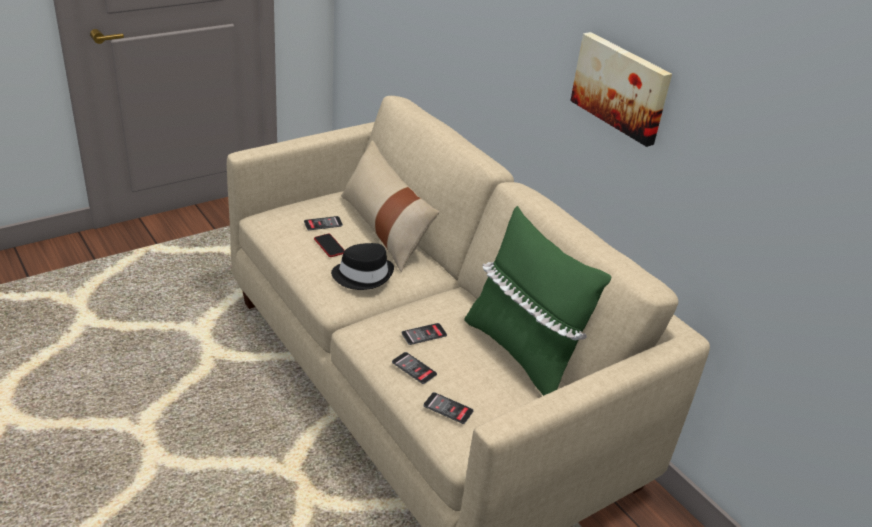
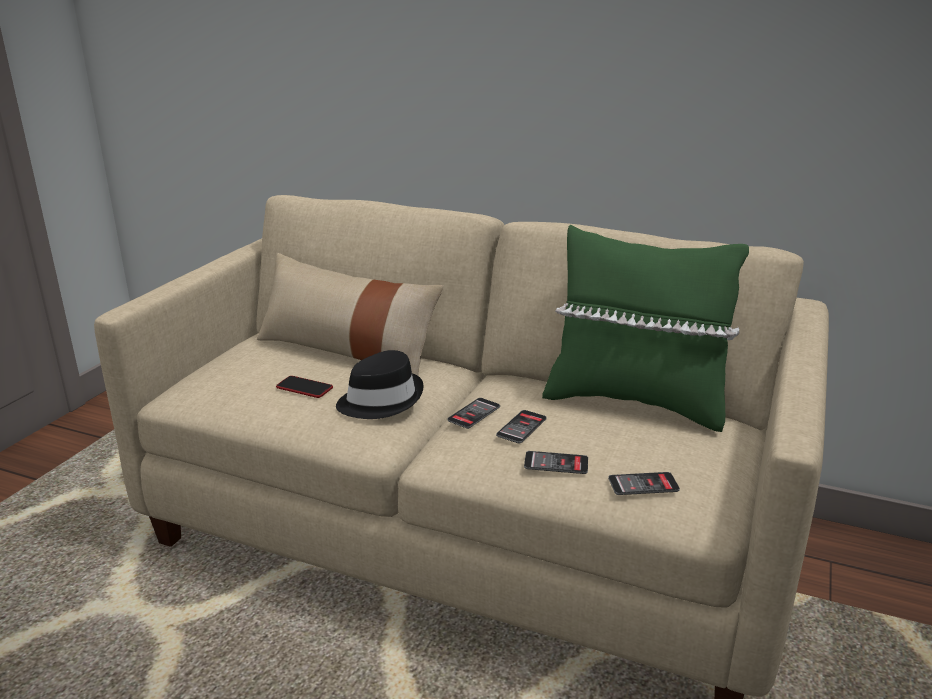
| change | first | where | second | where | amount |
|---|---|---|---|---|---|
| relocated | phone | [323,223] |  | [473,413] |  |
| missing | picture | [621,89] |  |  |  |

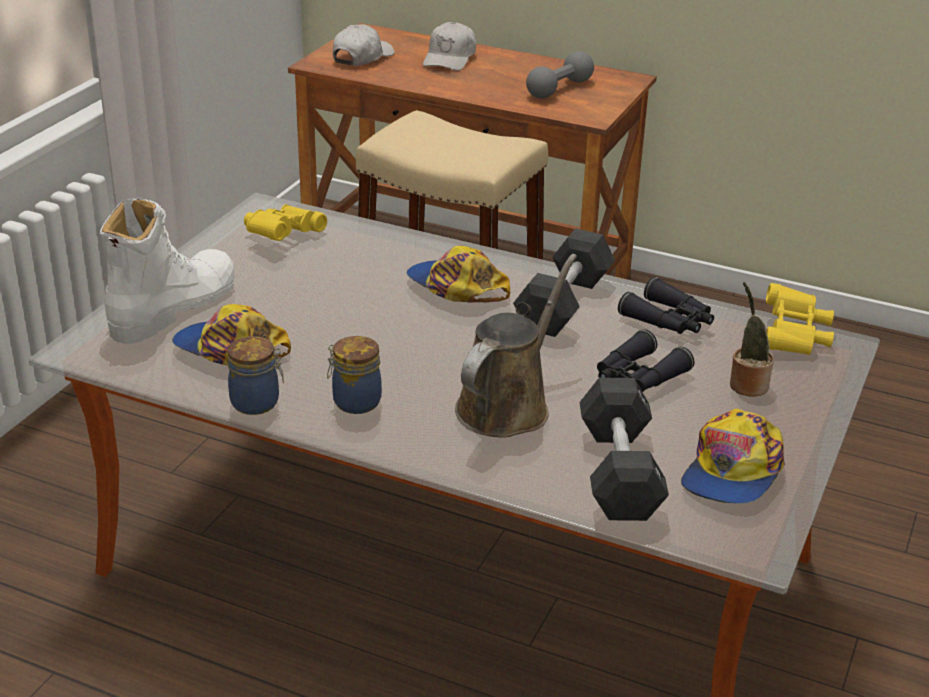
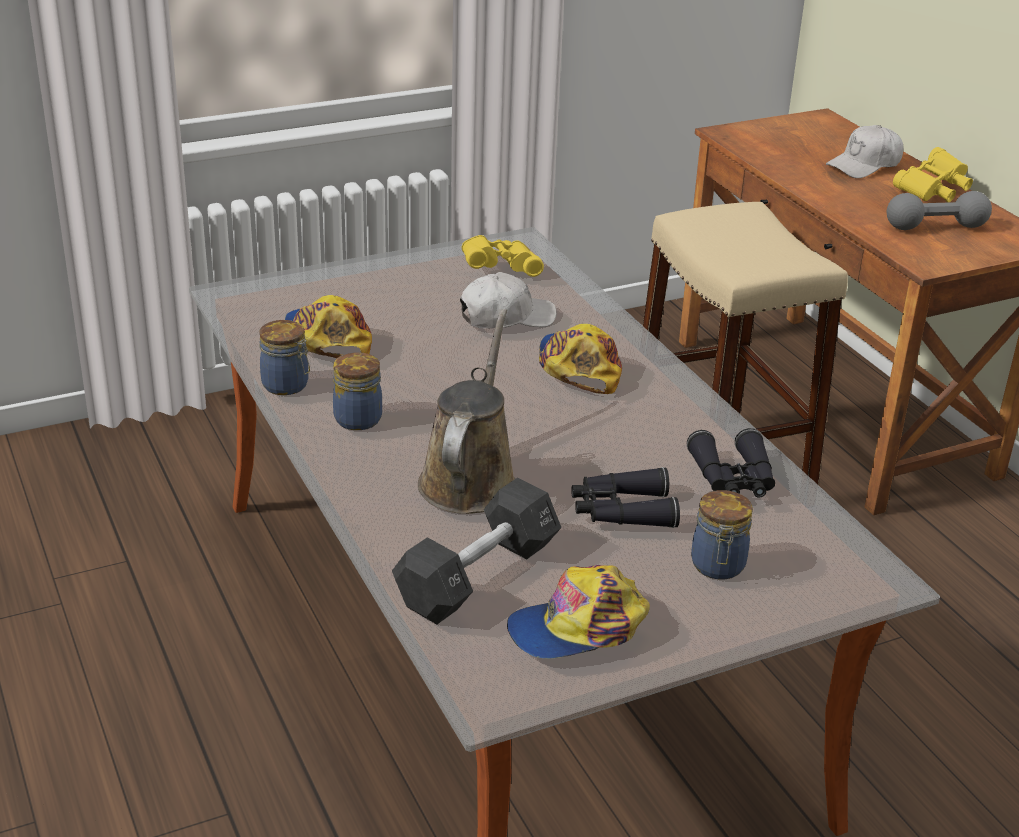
| change | first | where | second | where | amount |
|---|---|---|---|---|---|
| spun | brown watering can | [516,346] |  | [466,411] | 60 degrees counterclockwise |
| relocated | white cap | [364,45] |  | [508,300] |  |
| exchanged | potted plant | [752,339] | jar | [722,534] |  |
| relocated | yellow binoculars | [800,319] |  | [933,175] |  |
| missing | white boot | [167,270] |  |  |  |
| missing | black dumbbell | [564,282] |  |  |  |

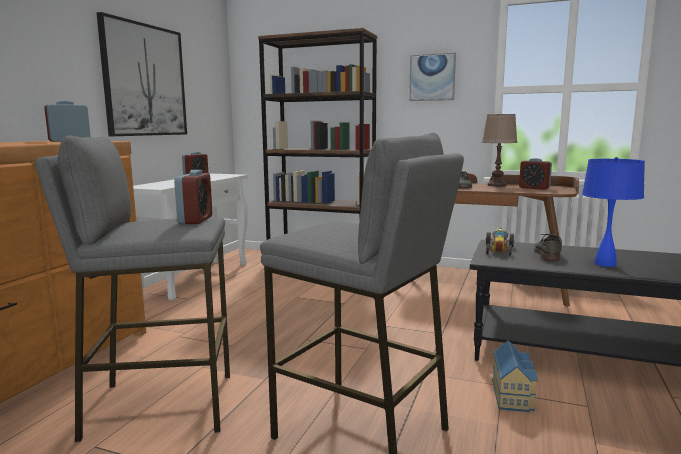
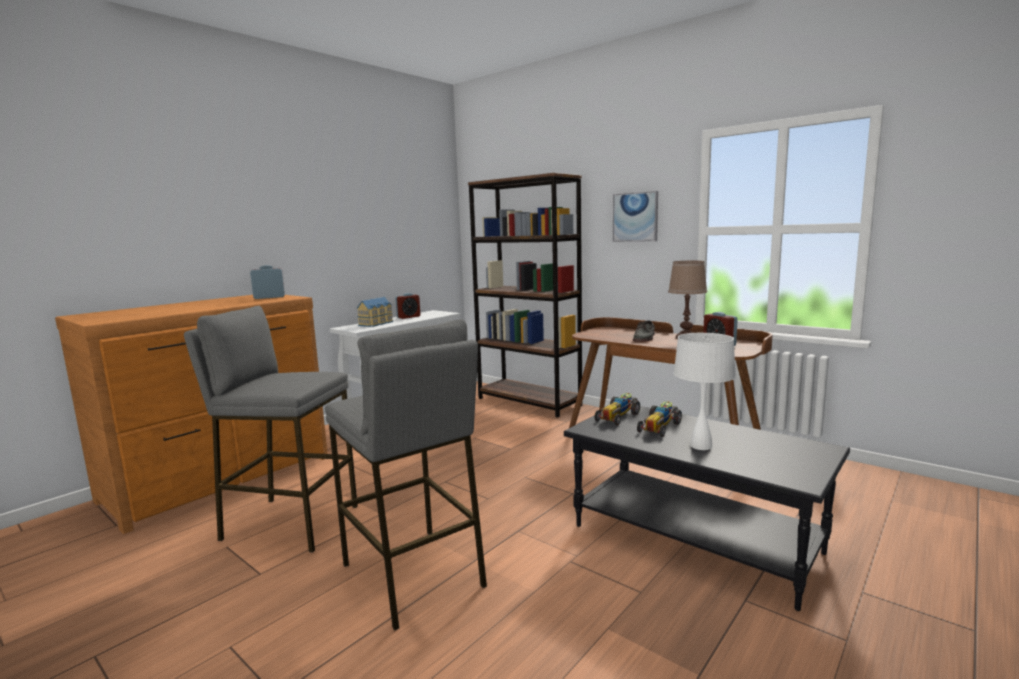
| change | first | where | second | where | amount |
|---|---|---|---|---|---|
| relocated | toy house | [514,376] |  | [375,312] |  |
| exchanged | grey shoe | [548,247] | toy car | [659,419] |  |
| colour | blue table lamp | [613,212] | white table lamp | [704,391] |  |
| missing | picture | [142,74] |  |  |  |
| missing | alarm clock | [193,197] |  |  |  |

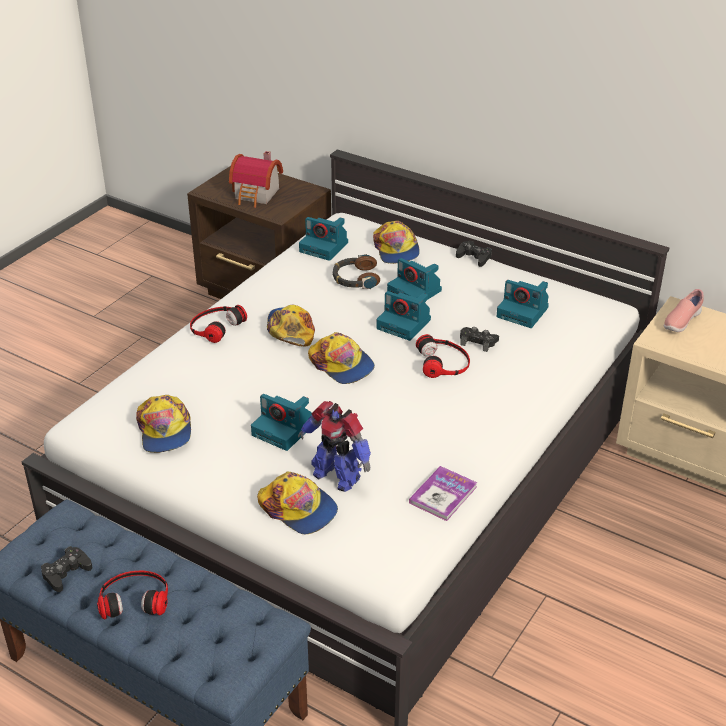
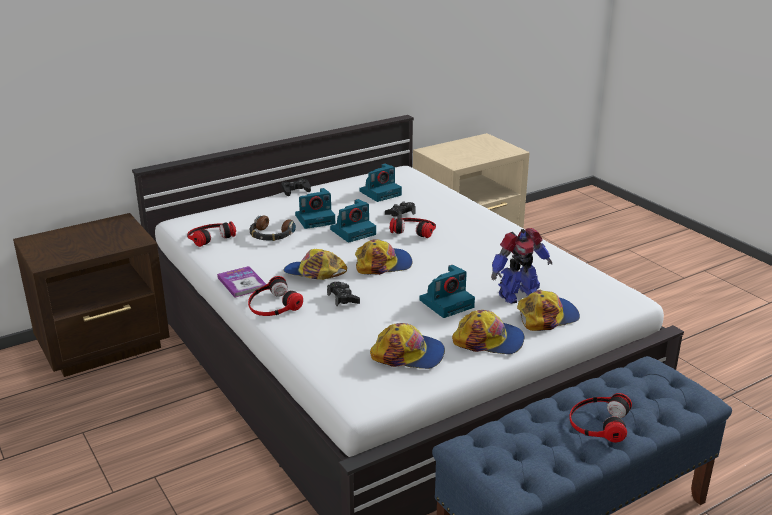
| change | first | where | second | where | amount |
|---|---|---|---|---|---|
| exchanged | photo camera | [323,239] | headphones | [211,234] |  |
| relocated | book | [443,493] |  | [242,282] |  |
| relocated | black game controller | [66,569] |  | [343,294] |  |
| relocated | cap | [396,242] |  | [488,332] |  |
| missing | toy house | [256,179] |  |  |  |
| missing | pink shoe | [684,310] |  |  |  |

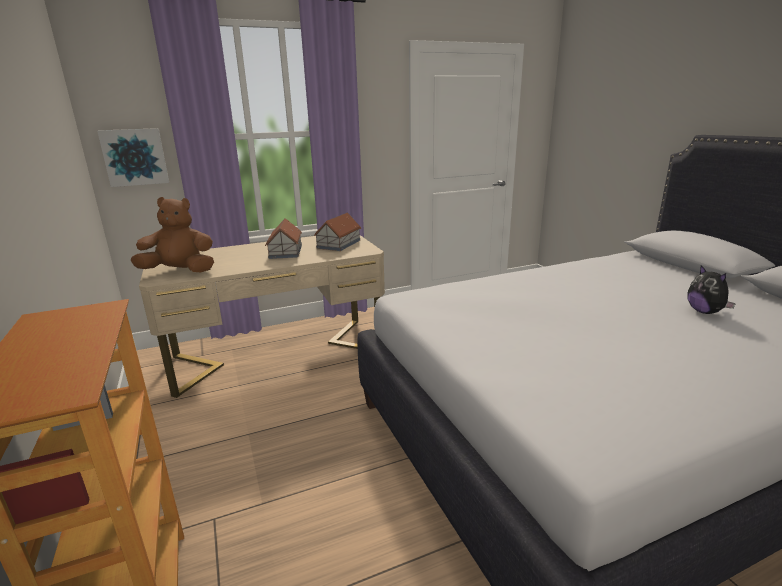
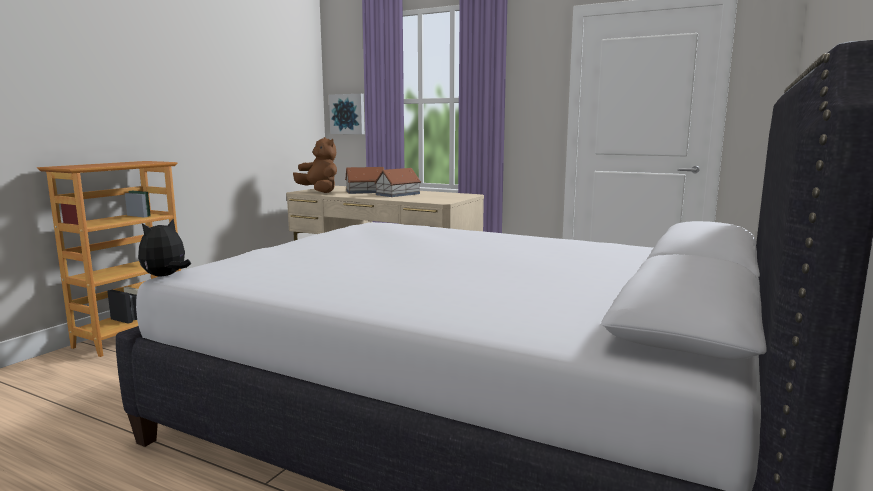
| change | first | where | second | where | amount |
|---|---|---|---|---|---|
| relocated | plush toy | [712,289] |  | [164,248] |  |
| relocated | toy house | [337,231] |  | [364,180] |  |

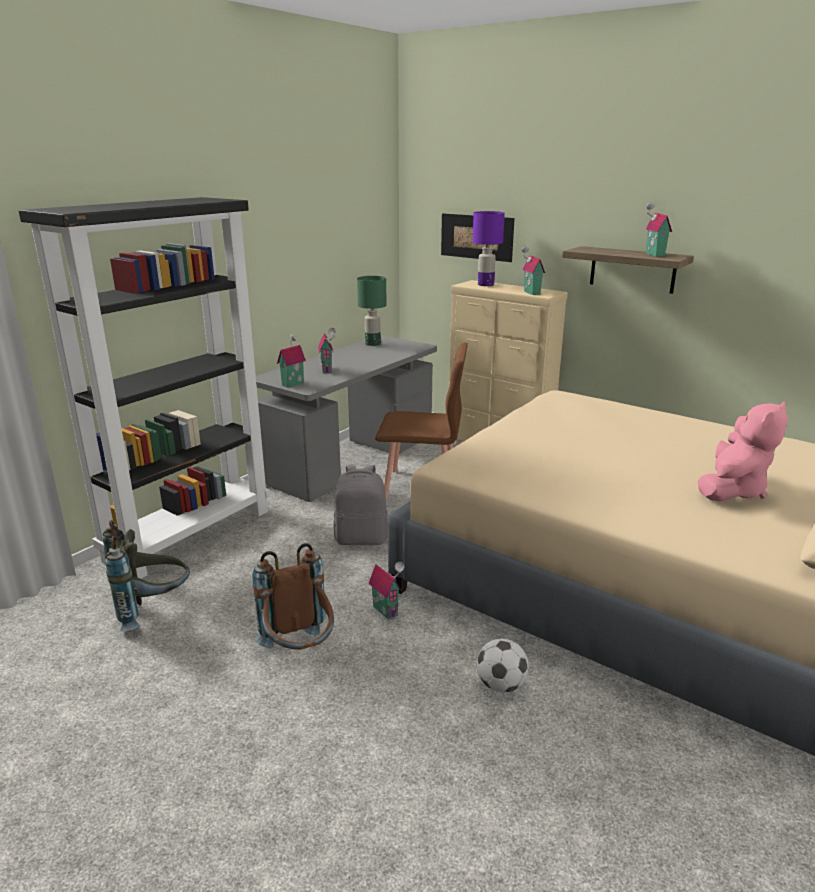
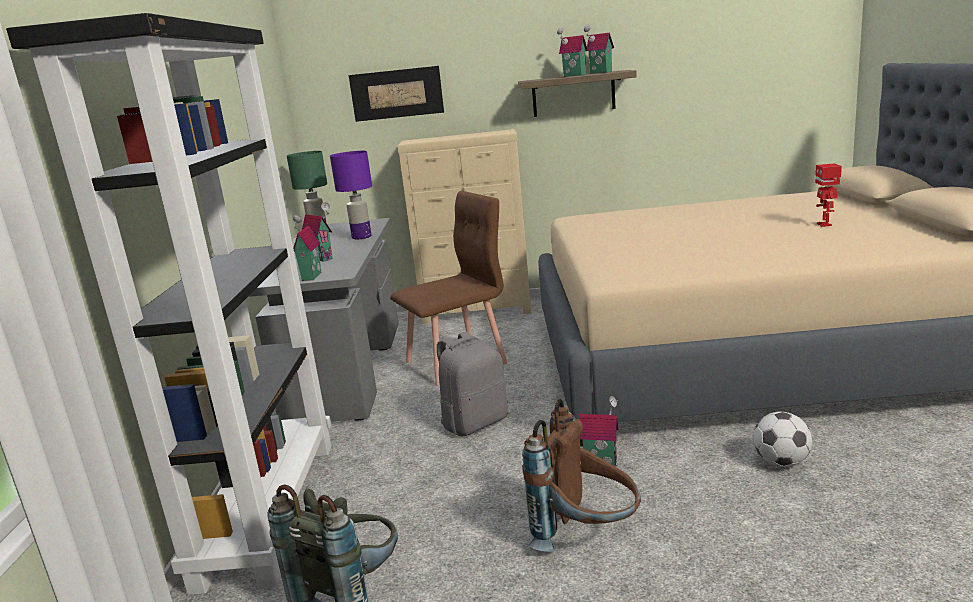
| change | first | where | second | where | amount |
|---|---|---|---|---|---|
| relocated | purple table lamp | [489,248] |  | [351,195] |  |
| relocated | toy house | [533,271] |  | [572,52] |  |
| exchanged | pink plush toy | [743,451] | toy robot | [828,195] |  |

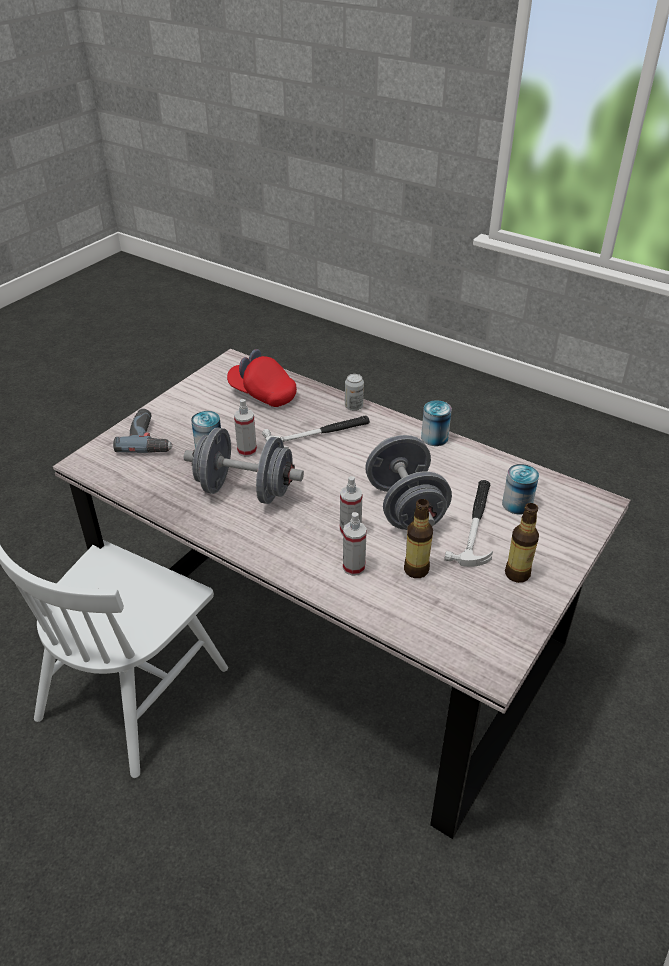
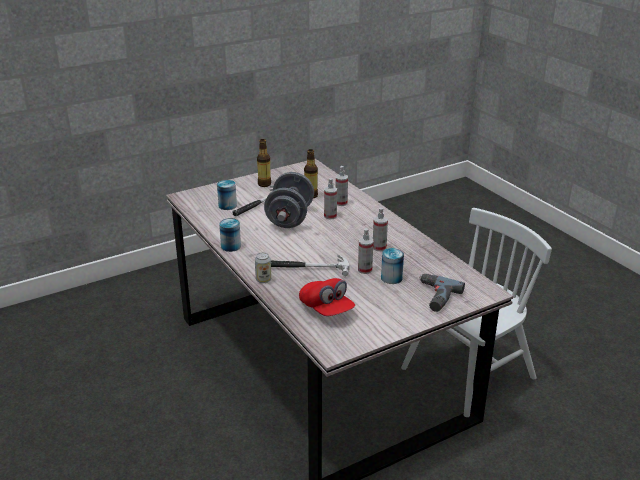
| change | first | where | second | where | amount |
|---|---|---|---|---|---|
| exchanged | grey dumbbell | [244,465] | spray bottle | [380,229] |  |

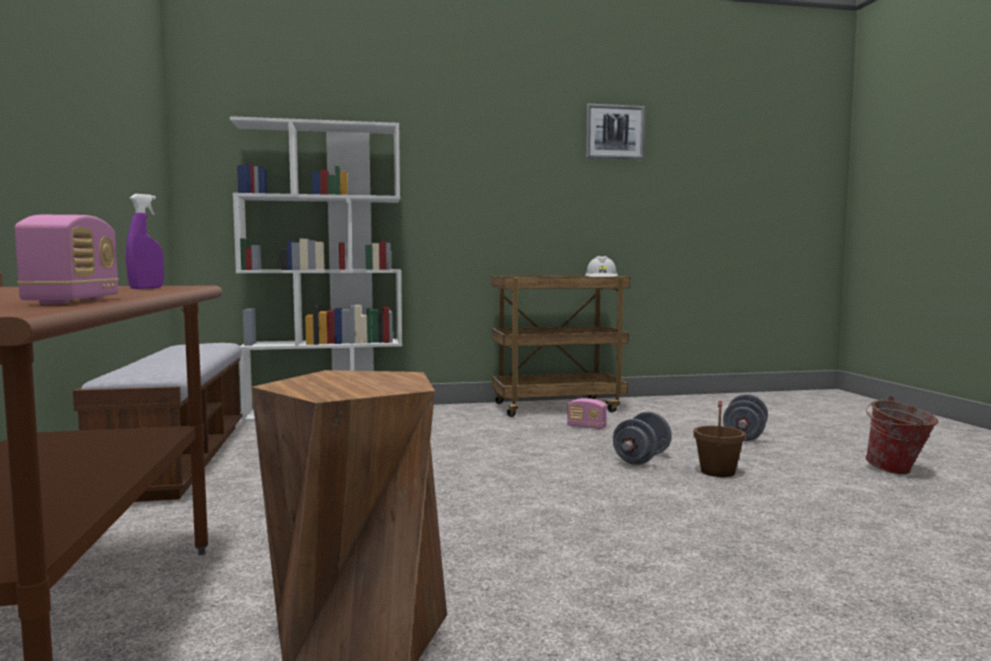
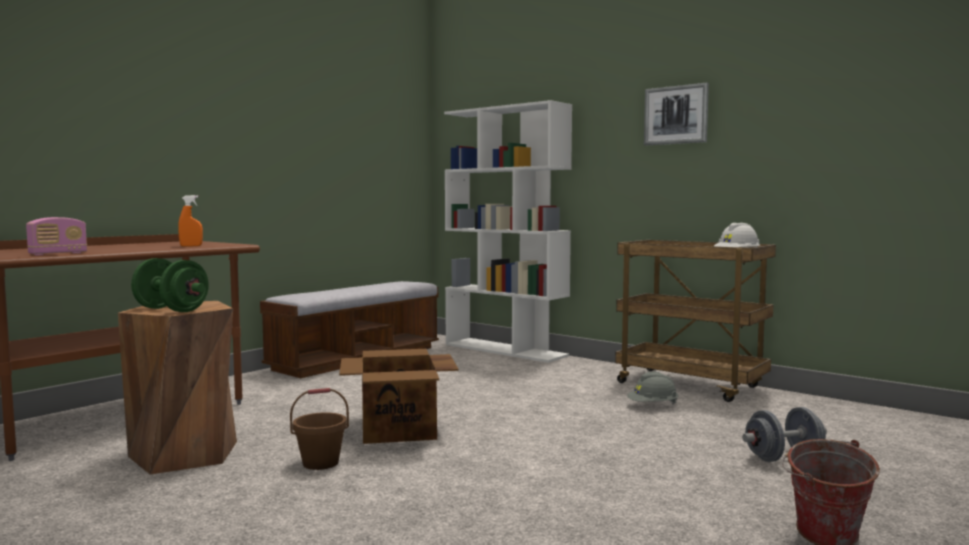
| change | first | where | second | where | amount |
|---|---|---|---|---|---|
| appeared |  |  | green dumbbell | [170,285] |  |
| colour | purple spray bottle | [145,241] | orange spray bottle | [190,221] |  |
| relocated | brown bucket | [719,438] |  | [319,429] |  |
| appeared |  |  | cardboard box | [399,396] |  |
| exchanged | radio | [587,413] | grey hard hat | [652,387] |  |
| relocated | picture | [615,131] |  | [676,114] |  |
| missing | grey dumbbell | [642,438] |  |  |  |

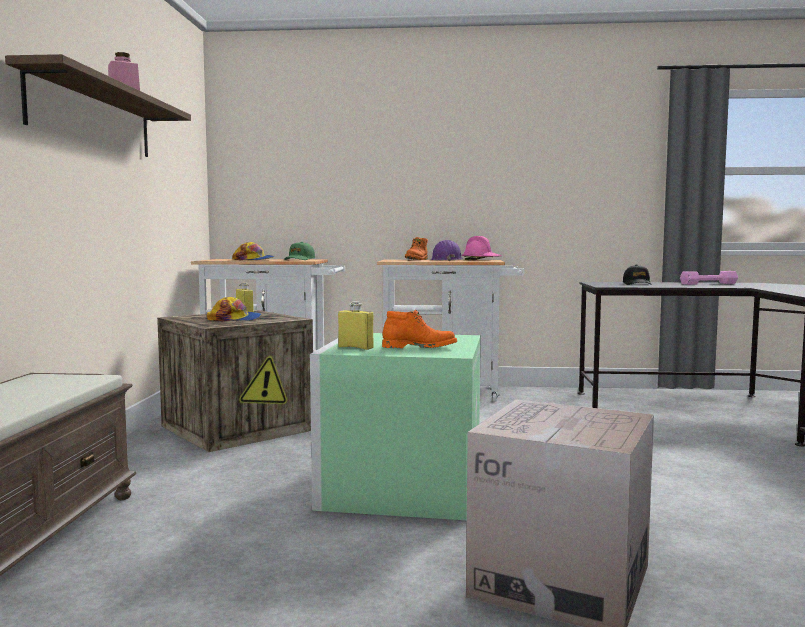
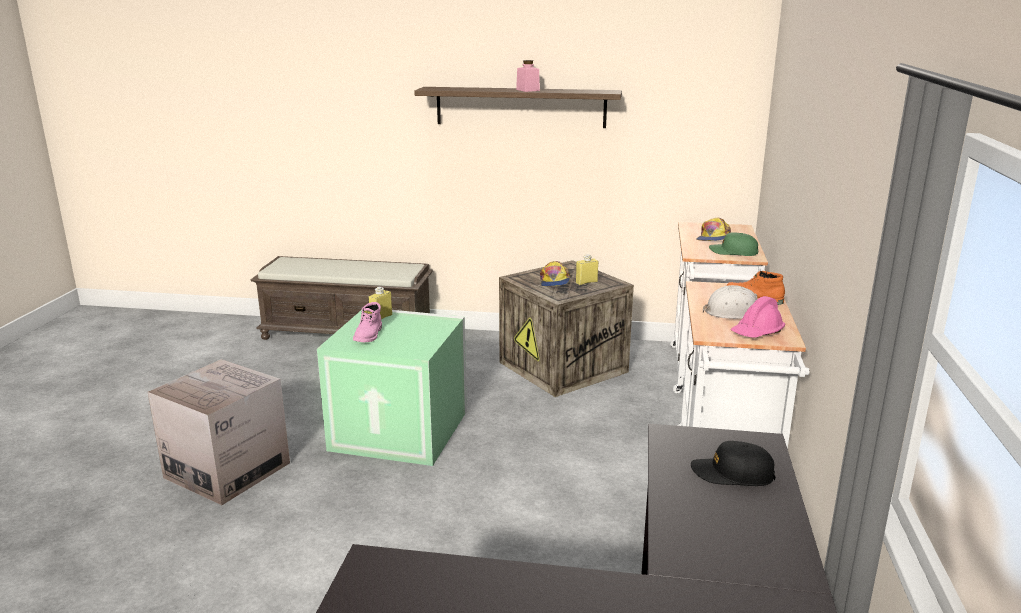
| change | first | where | second | where | amount |
|---|---|---|---|---|---|
| colour | orange boot | [419,329] | pink boot | [367,322] |  |
| colour | purple hard hat | [447,250] | white hard hat | [730,302] |  |
| missing | pink dumbbell | [709,278] |  |  |  |

